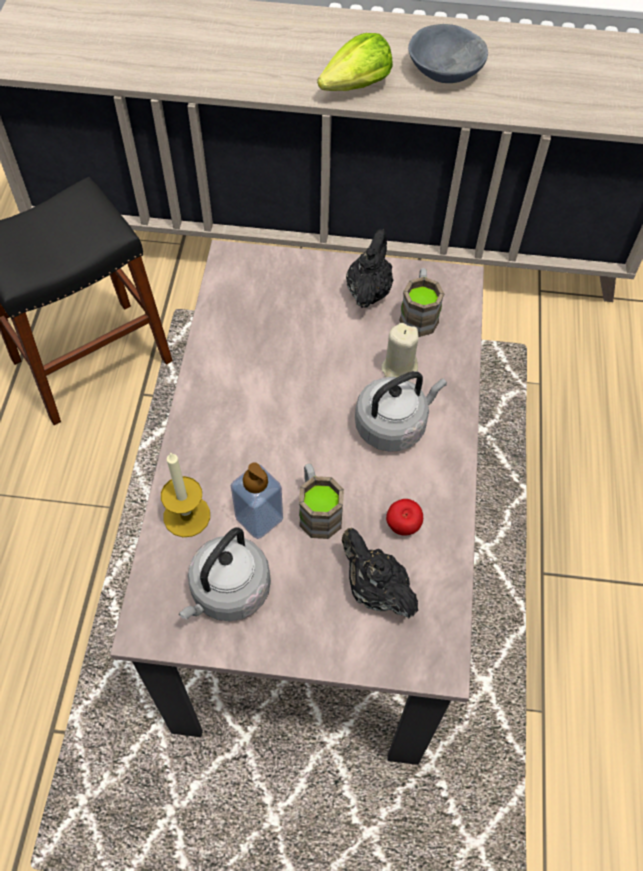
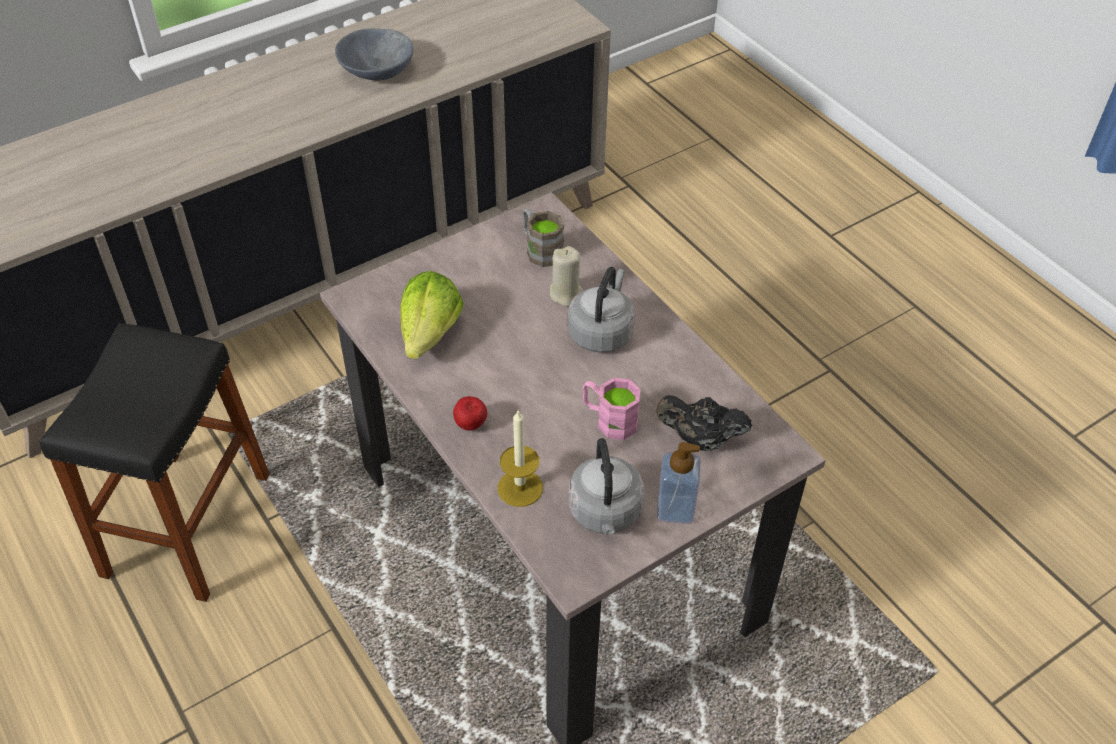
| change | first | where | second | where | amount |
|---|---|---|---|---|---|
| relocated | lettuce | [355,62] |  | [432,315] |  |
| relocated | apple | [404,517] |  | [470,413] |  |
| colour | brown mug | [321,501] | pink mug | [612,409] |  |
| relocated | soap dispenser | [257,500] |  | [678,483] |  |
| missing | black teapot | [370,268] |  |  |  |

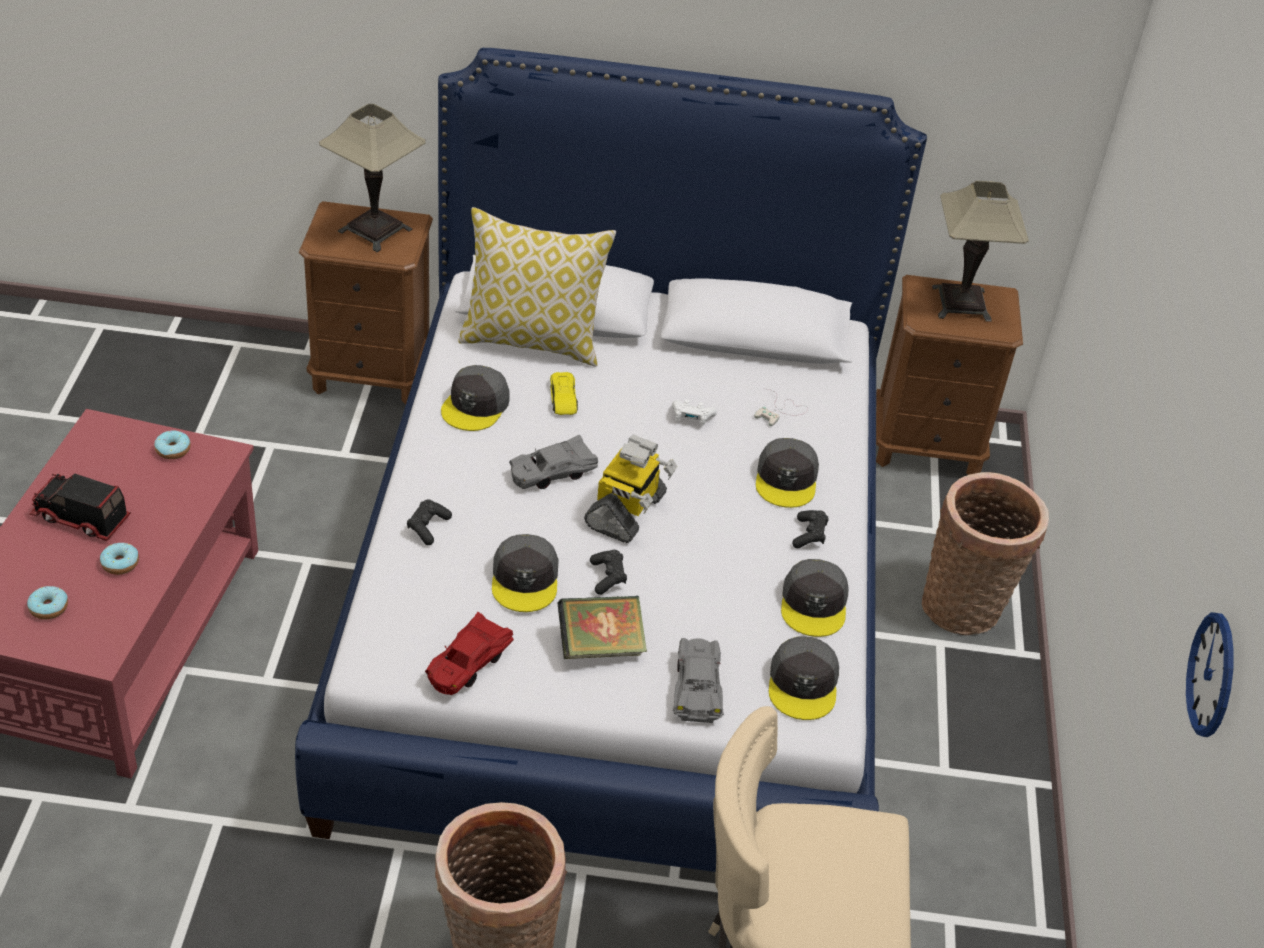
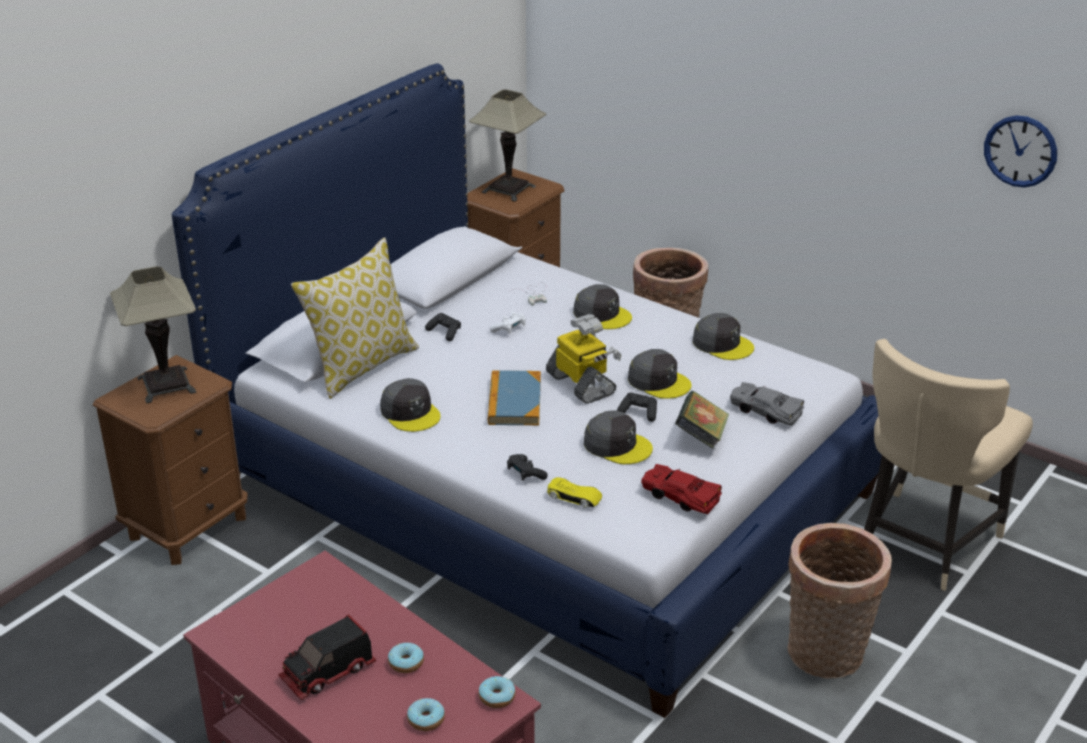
| change | first | where | second | where | amount |
|---|---|---|---|---|---|
| relocated | black game controller | [810,529] |  | [443,327] |  |
| relocated | donut | [172,444] |  | [497,692] |  |
| exchanged | grey toy car | [553,461] | book | [514,397] |  |
| relocated | yellow toy car | [564,393] |  | [574,492] |  |
| relocated | grey cap | [804,678] |  | [660,374] |  |
| spun | red toy car | [469,653] |  | [681,489] | 150 degrees clockwise |

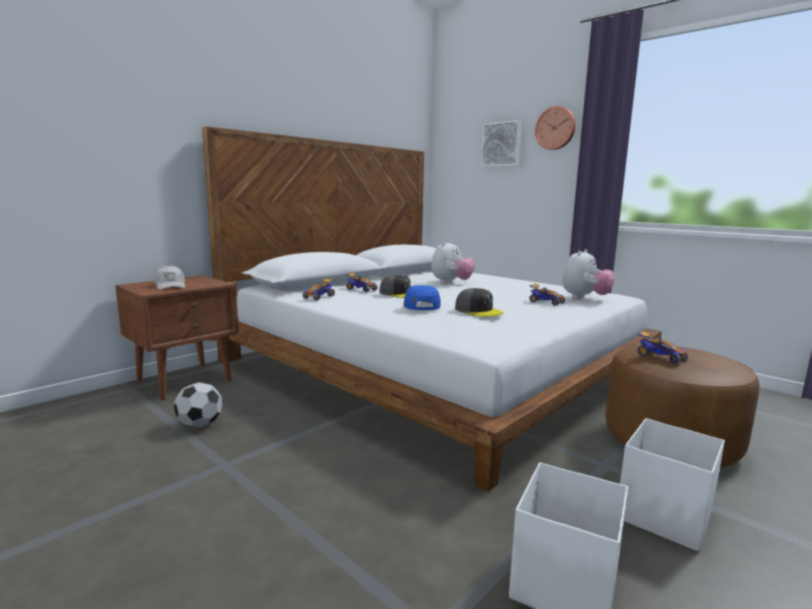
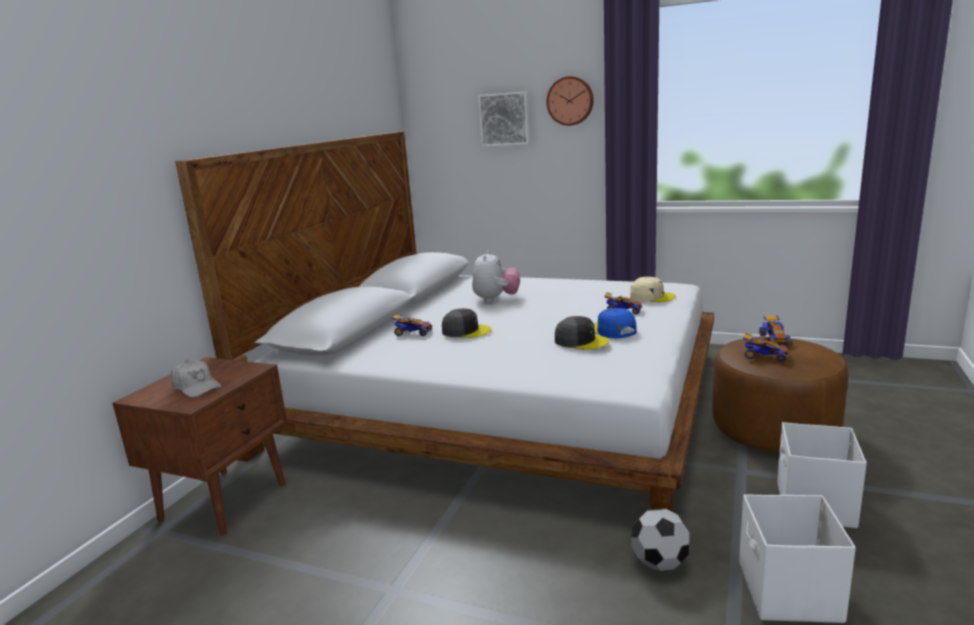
| change | first | where | second | where | amount |
|---|---|---|---|---|---|
| relocated | blue cap | [422,297] |  | [615,323] |  |
| exchanged | plush toy | [588,274] | beige cap | [653,289] |  |
| relocated | football | [198,405] |  | [660,539] |  |
| relocated | toy car | [318,289] |  | [775,330] |  |

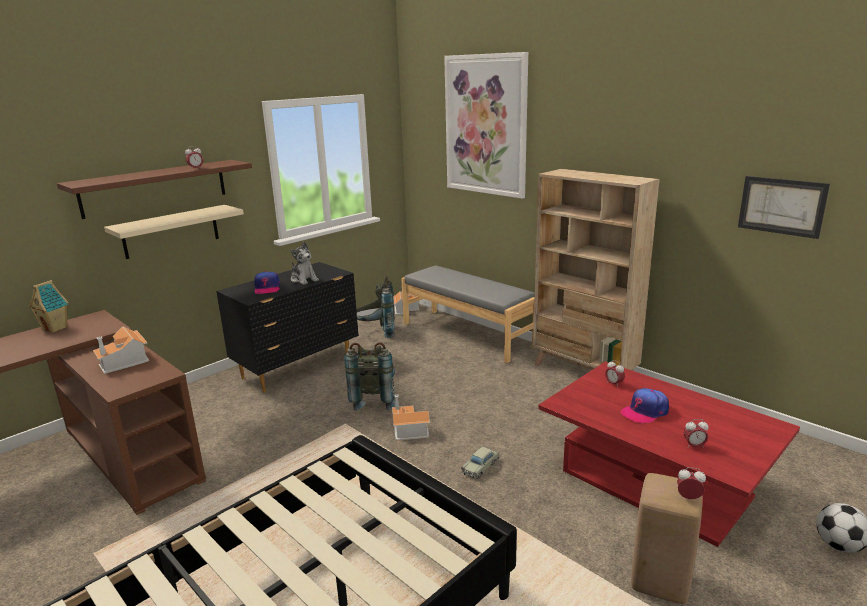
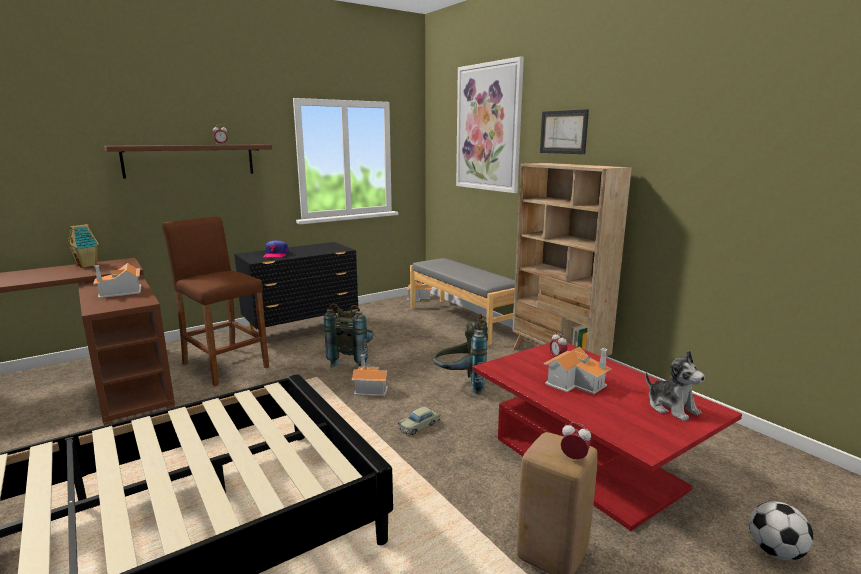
| change | first | where | second | where | amount |
|---|---|---|---|---|---|
| appeared |  |  | brown stool | [215,301] |  |
| relocated | grey backpack | [376,307] |  | [460,354] |  |
| relocated | picture | [784,207] |  | [564,131] |  |
| exchanged | cap | [645,406] | toy house | [578,370] |  |
| relocated | plush toy | [305,263] |  | [675,385] |  |
| missing | beige shelf | [174,232] |  |  |  |
| missing | alarm clock | [696,433] |  |  |  |

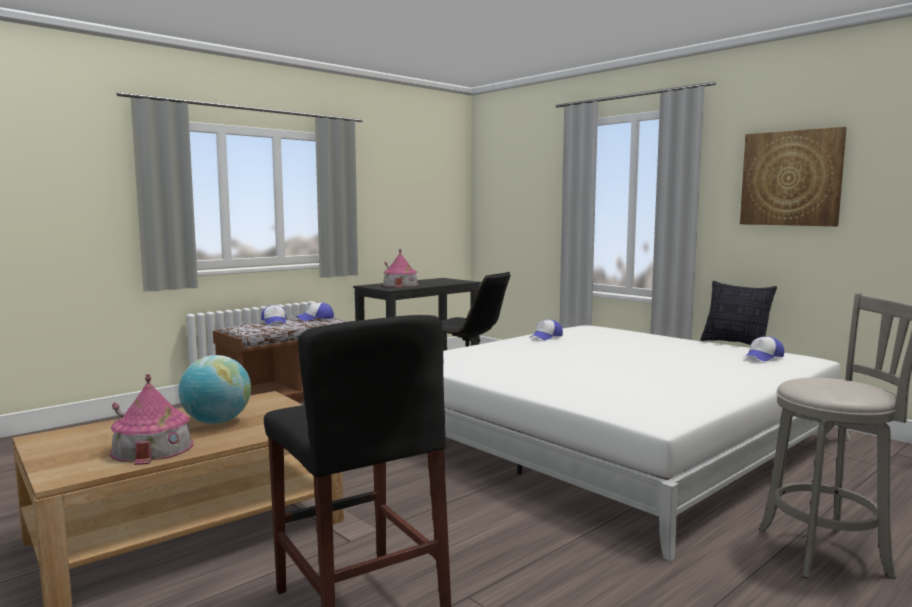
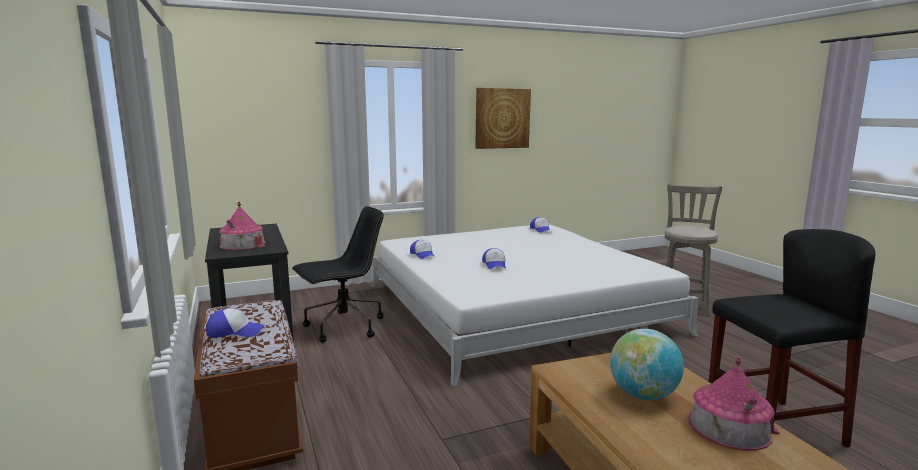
| change | first | where | second | where | amount |
|---|---|---|---|---|---|
| relocated | cap | [315,312] |  | [494,258] |  |
| missing | pillow | [738,313] |  |  |  |

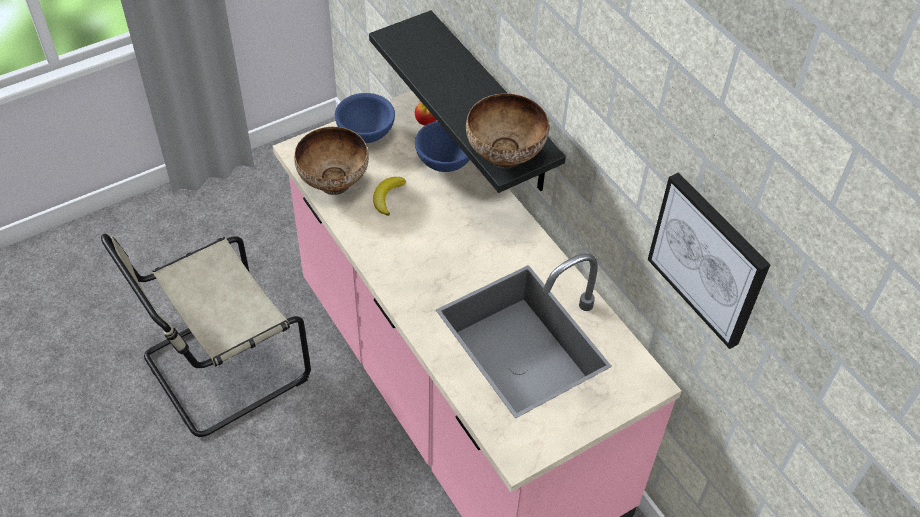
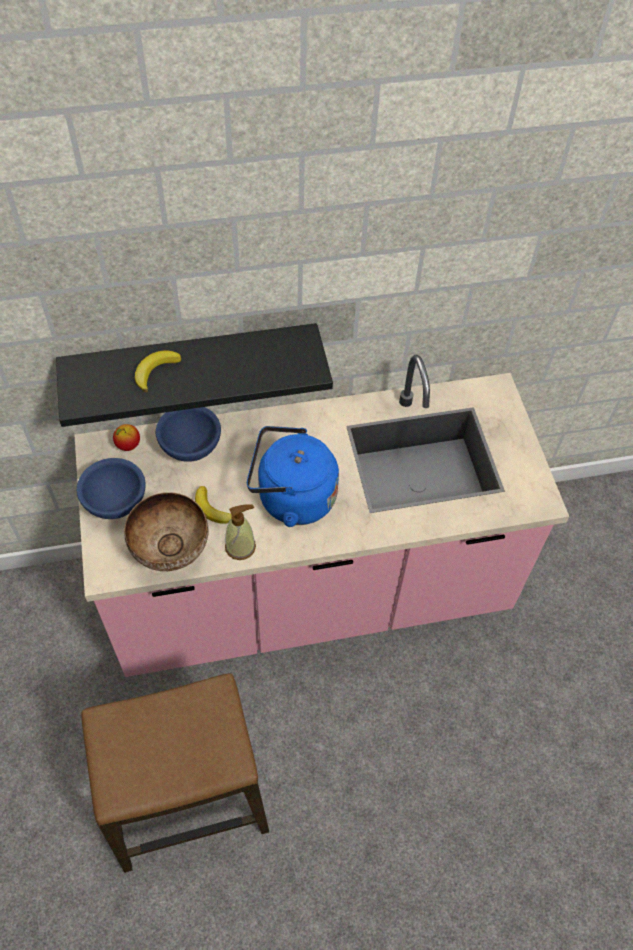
| change | first | where | second | where | amount |
|---|---|---|---|---|---|
| exchanged | beige chair | [206,335] | stool | [175,773] |  |
| appeared |  |  | banana | [158,371] |  |
| appeared |  |  | soap dispenser | [240,532] |  |
| appeared |  |  | blue kettle | [293,476] |  |
| missing | bowl | [507,131] |  |  |  |
| missing | picture | [709,261] |  |  |  |

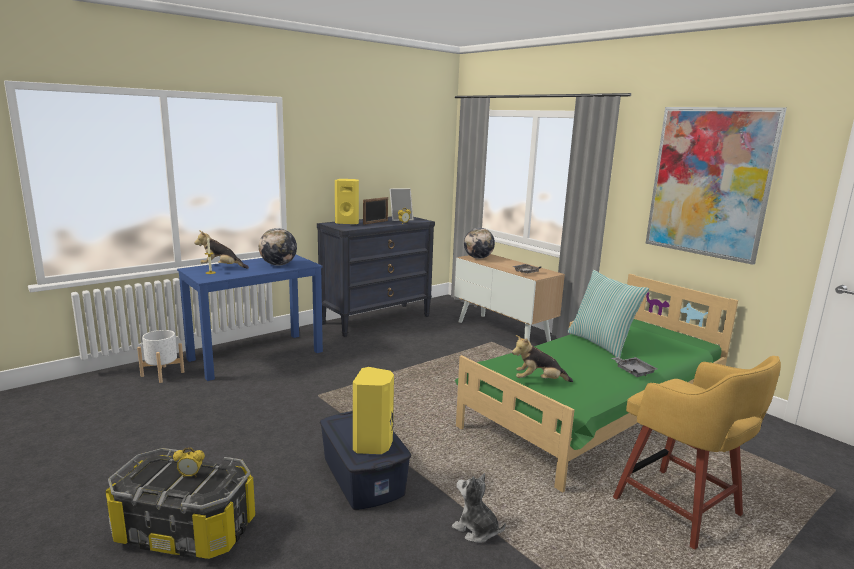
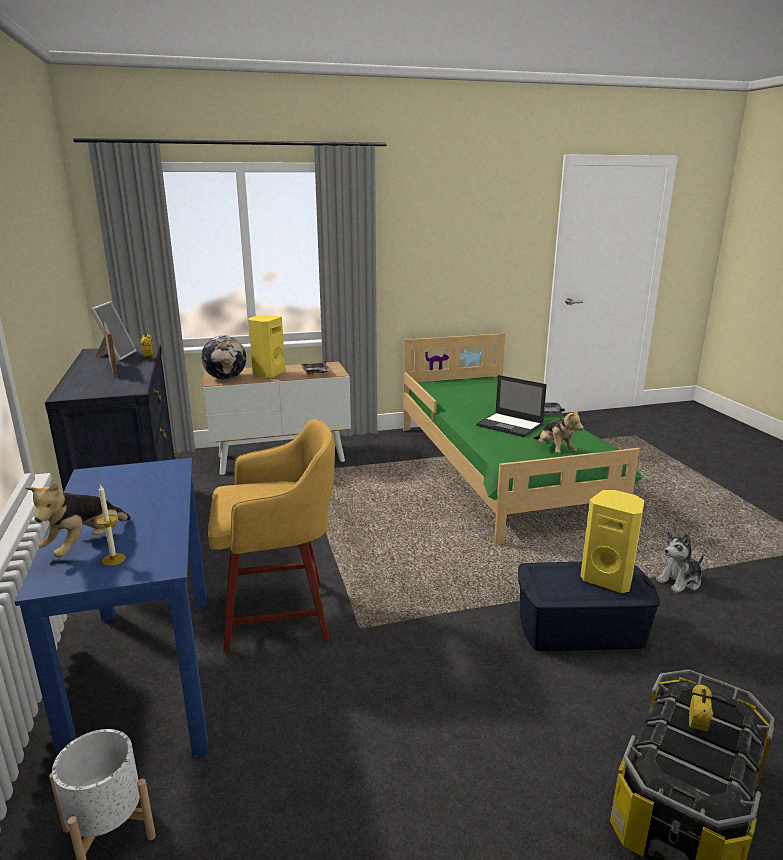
| change | first | where | second | where | amount |
|---|---|---|---|---|---|
| relocated | yellow stool | [697,453] |  | [271,536] |  |
| relocated | yellow speaker | [347,202] |  | [266,346] |  |
| appeared |  |  | laptop | [511,406] |  |
| spun | plush toy | [542,358] |  | [558,430] | 45 degrees counterclockwise |
| missing | globe | [278,247] |  |  |  |
| missing | pillow | [608,314] |  |  |  |
| missing | picture | [716,186] |  |  |  |

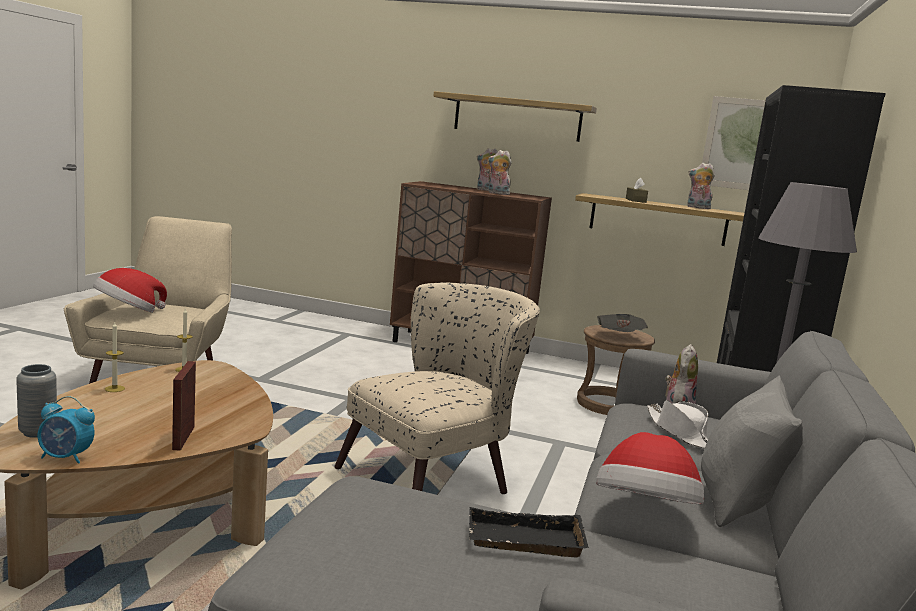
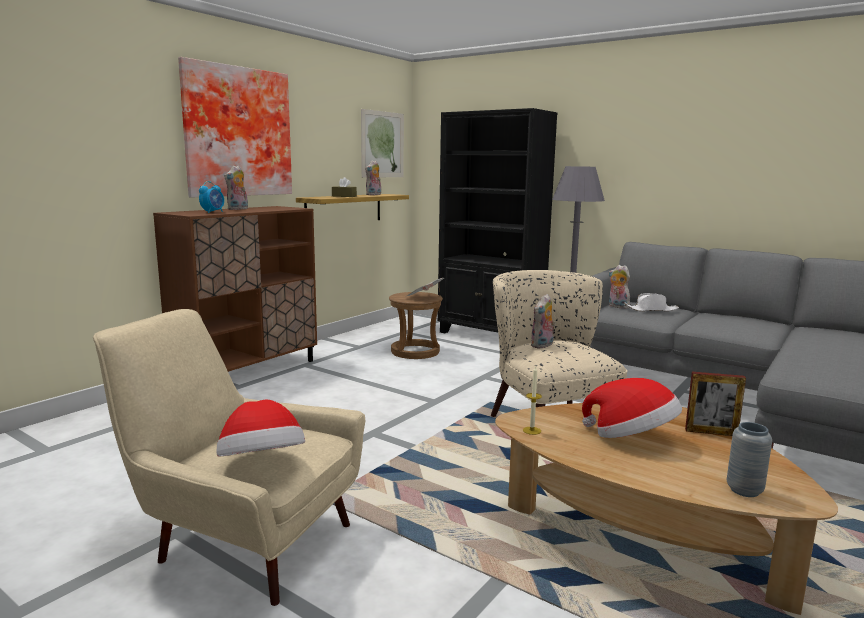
| change | first | where | second | where | amount |
|---|---|---|---|---|---|
| exchanged | shelf | [515,116] | picture | [235,127] |  |
| relocated | alarm clock | [66,430] |  | [211,197] |  |
| relocated | plush toy | [500,172] |  | [543,321] |  |
| relocated | hat | [650,468] |  | [632,408] |  |
| missing | candle | [115,357] |  |  |  |
| missing | black tray | [529,532] |  |  |  |
| missing | grey pillow | [752,451] |  |  |  |

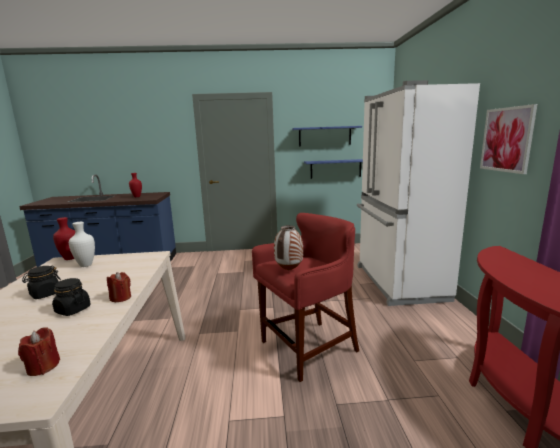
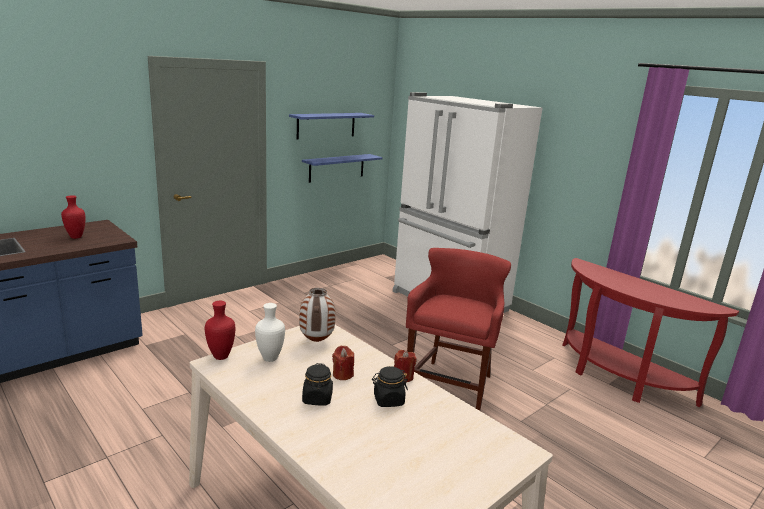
| change | first | where | second | where | amount |
|---|---|---|---|---|---|
| relocated | vase | [288,248] |  | [317,315] |  |
| relocated | red candle | [39,351] |  | [343,363] |  |
| missing | picture | [509,139] |  |  |  |

